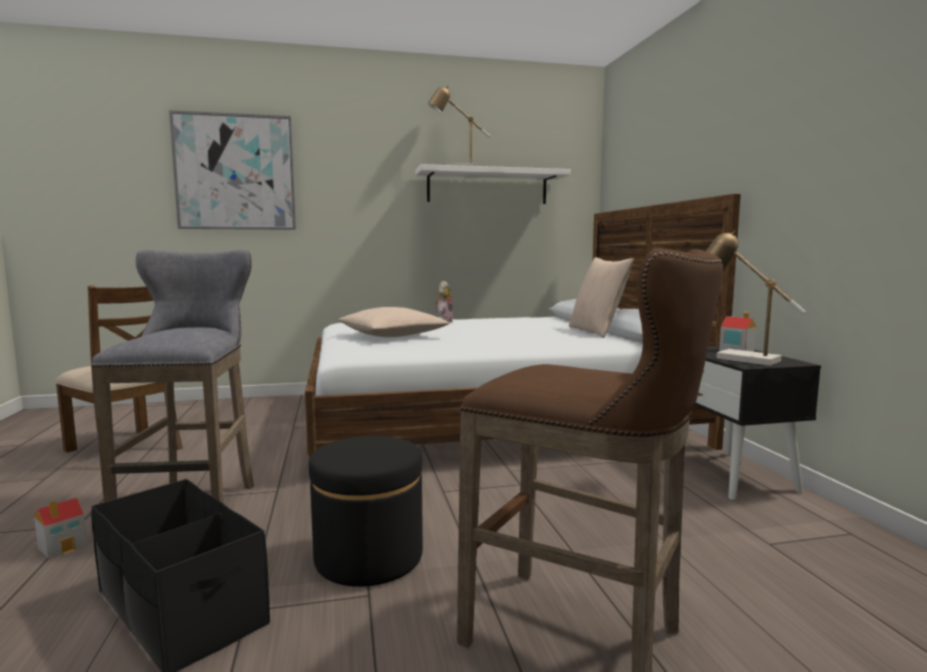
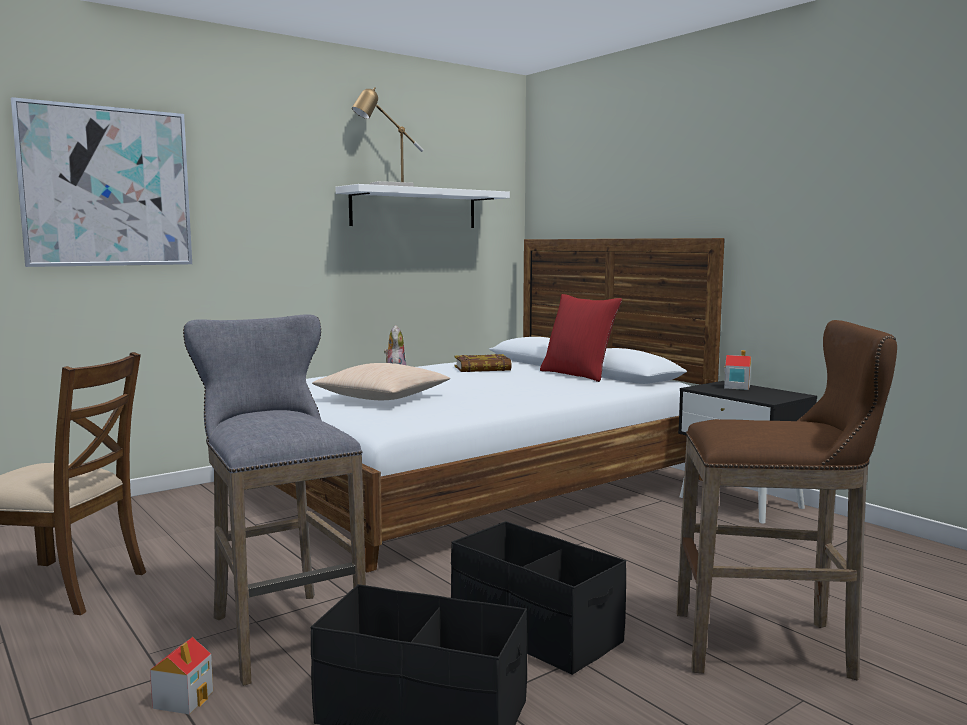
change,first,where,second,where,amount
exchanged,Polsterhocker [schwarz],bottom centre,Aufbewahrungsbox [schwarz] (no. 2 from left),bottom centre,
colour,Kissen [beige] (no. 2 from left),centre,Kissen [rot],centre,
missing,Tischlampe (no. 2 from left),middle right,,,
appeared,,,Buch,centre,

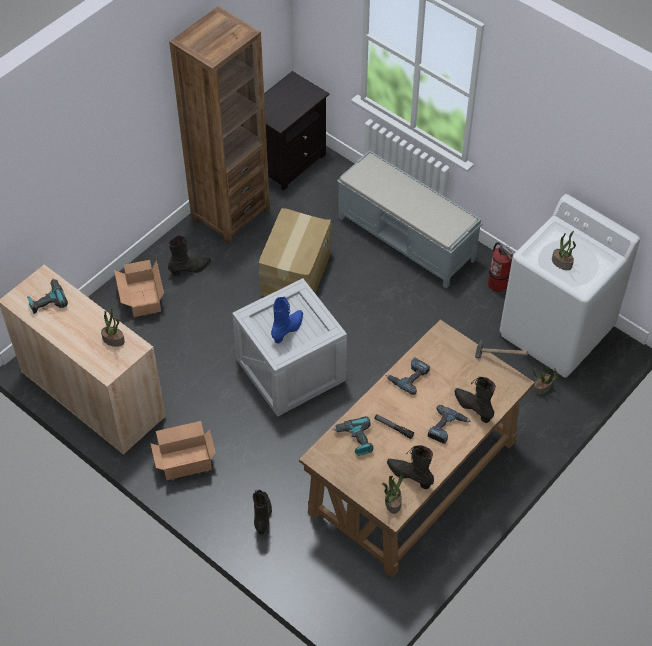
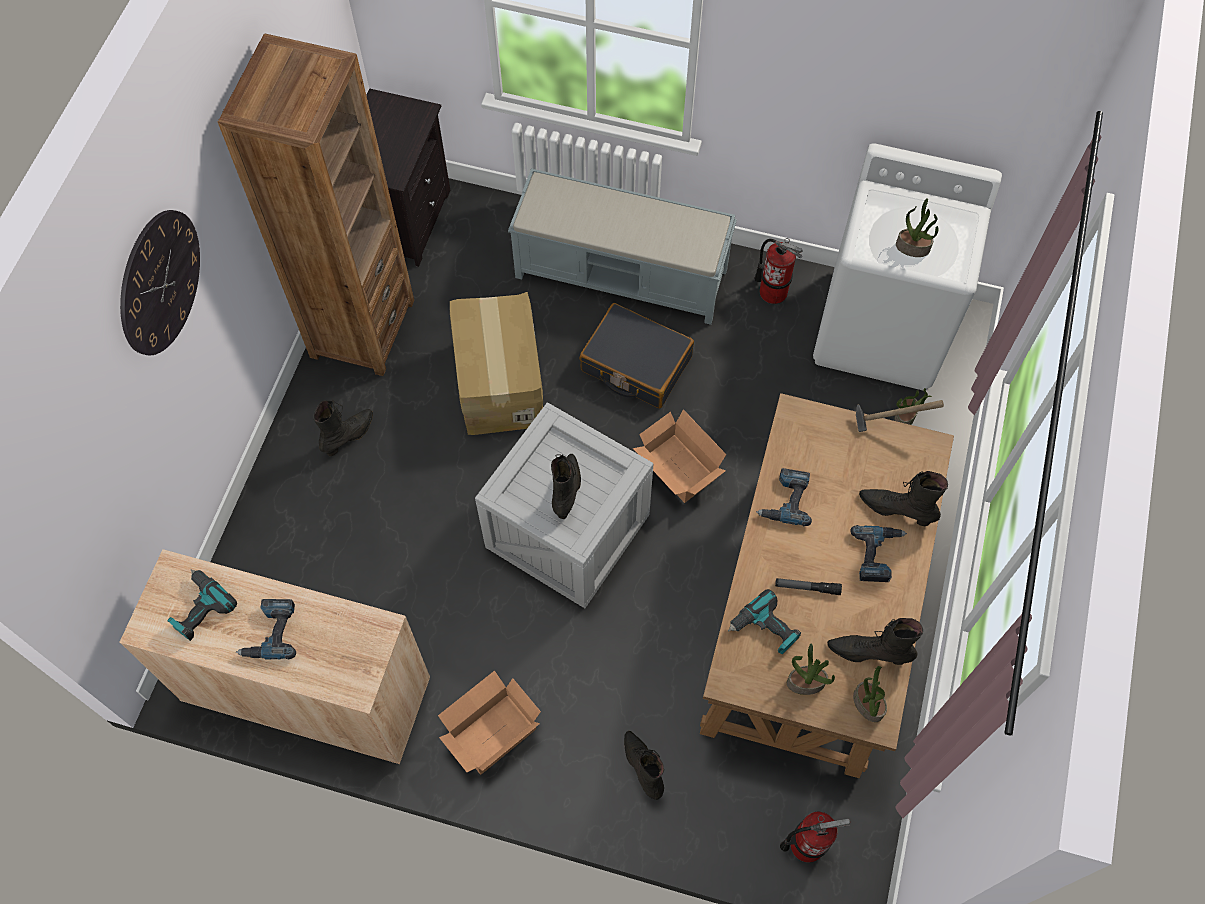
change,first,where,second,where,amount
relocated,Topfpflanze (no. 1 from left),middle left,,bottom right,
relocated,Karton (no. 1 from left in the first image),middle left,Karton (no. 3 from left),centre,
colour,Stiefel [blau],centre,Stiefel [schwarz] (no. 2 from left),centre,
appeared,,,Wanduhr,top left,
appeared,,,Bohrmaschine (no. 2 from left),bottom left,
appeared,,,Koffer [schwarz],centre,
appeared,,,Feuerlöscher (no. 2 from left),bottom right,

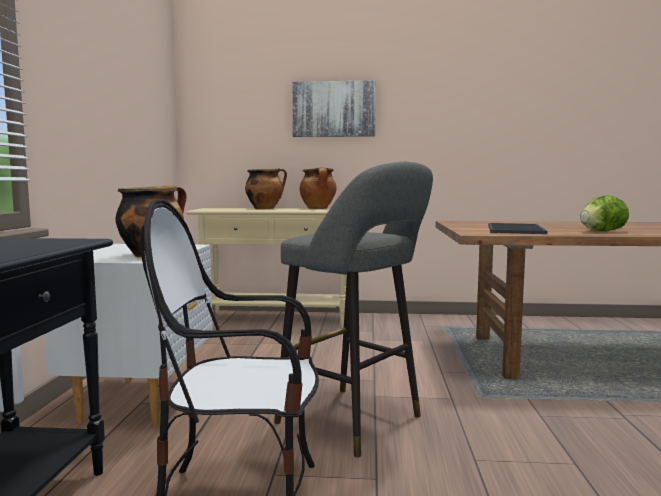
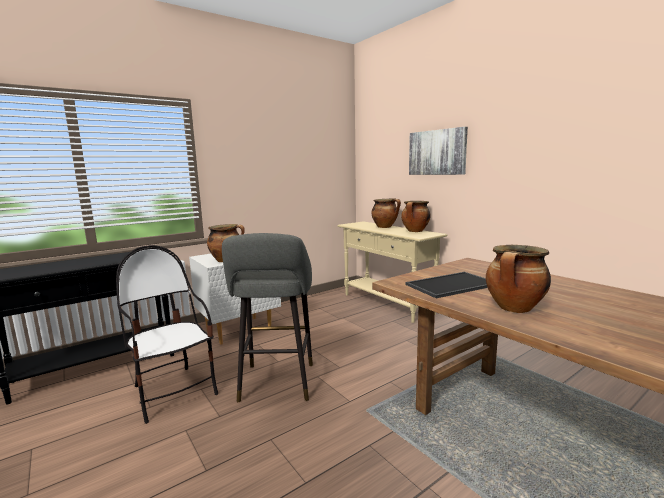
change,first,where,second,where,amount
exchanged,Salatkopf,middle right,Kochtopf (no. 4 from left),middle right,

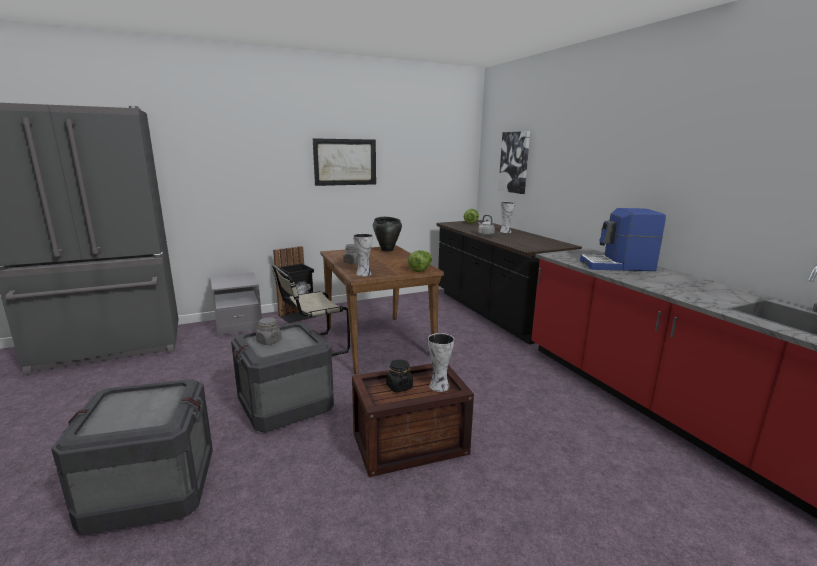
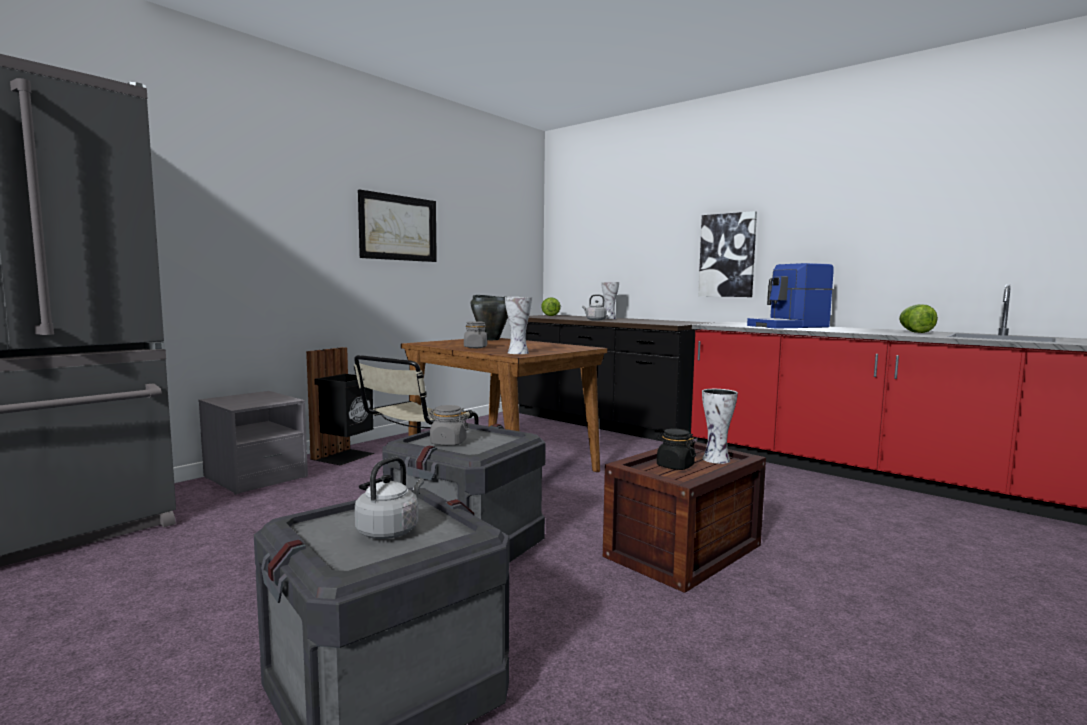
change,first,where,second,where,amount
relocated,Salatkopf (no. 1 from left in the first image),centre,Salatkopf (no. 2 from left),middle right,
relocated,Bild (no. 2 from left),top centre,,middle right,
appeared,,,Wasserkessel [grau] (no. 1 from left),bottom centre,

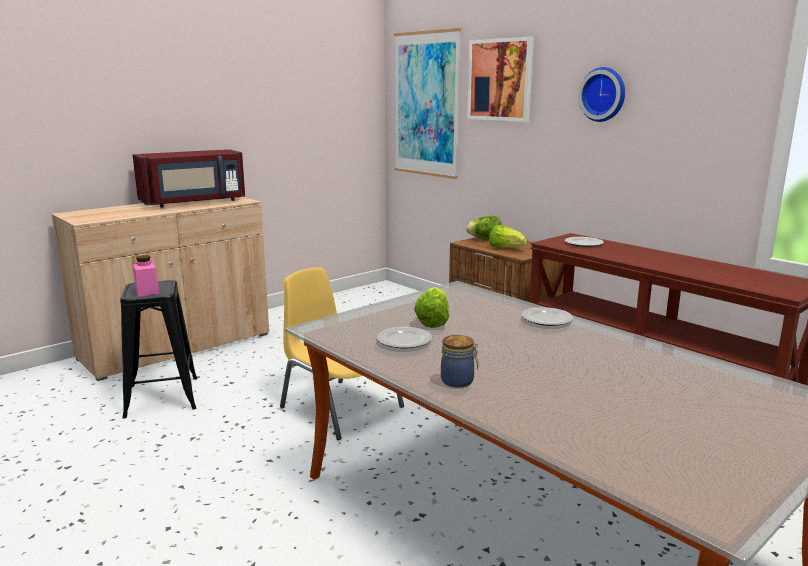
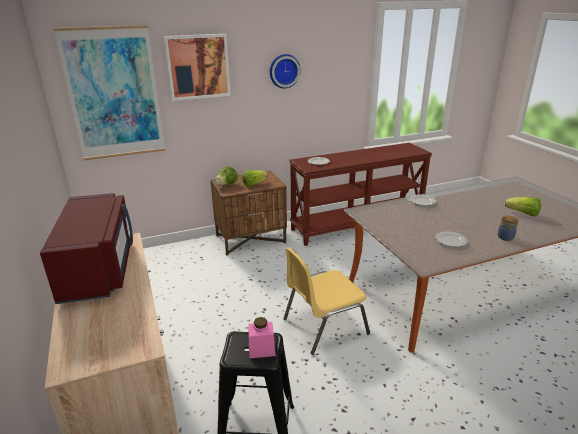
change,first,where,second,where,amount
relocated,Salatkopf (no. 1 from left in the first image),centre,Salatkopf (no. 3 from left),middle right,

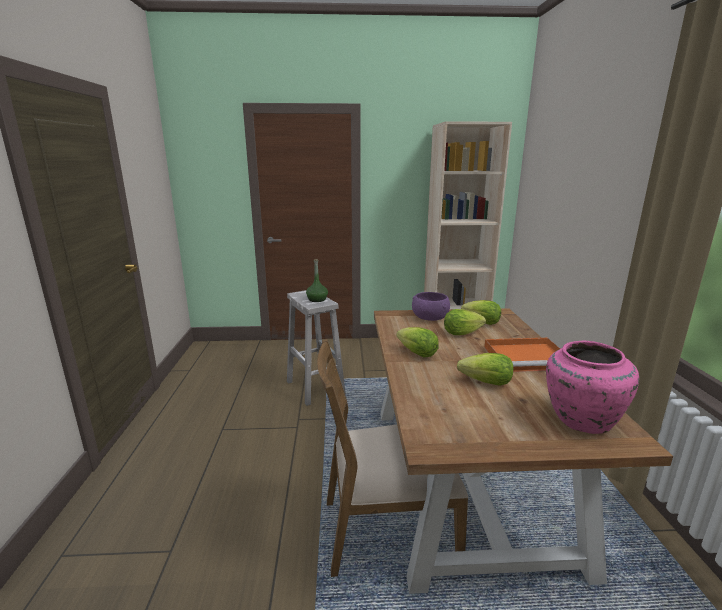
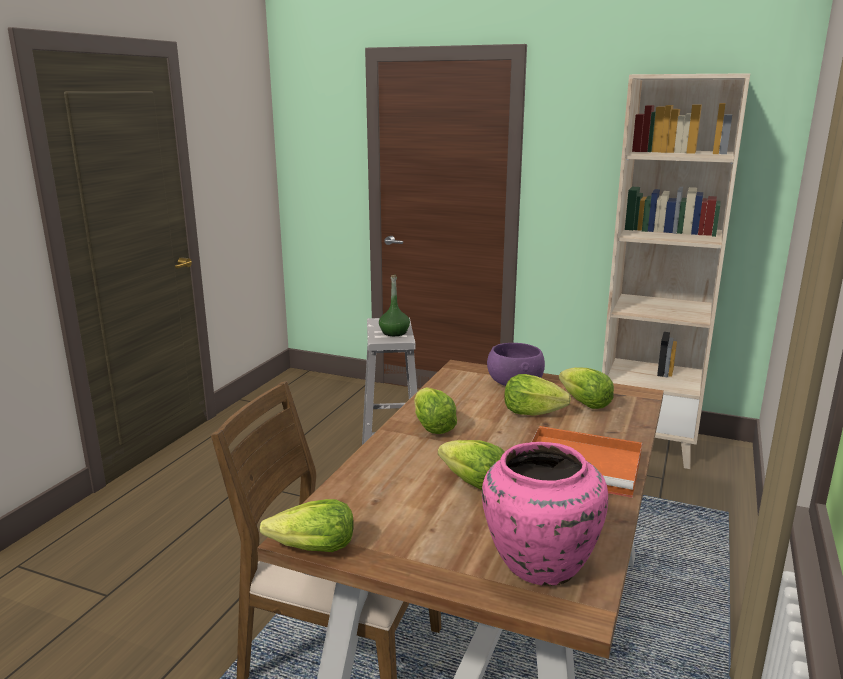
change,first,where,second,where,amount
appeared,,,Salatkopf (no. 1 from left),bottom centre,

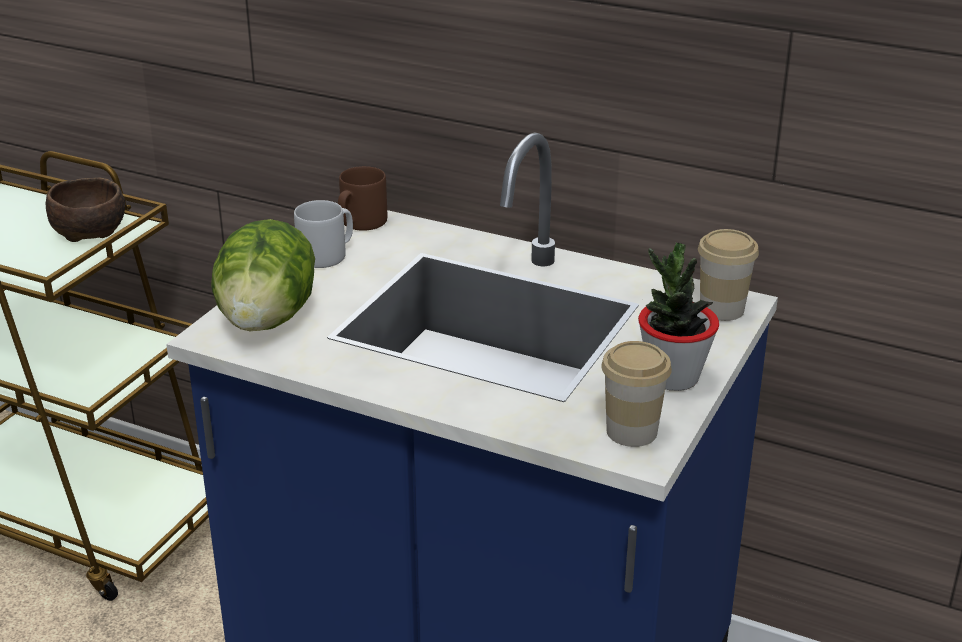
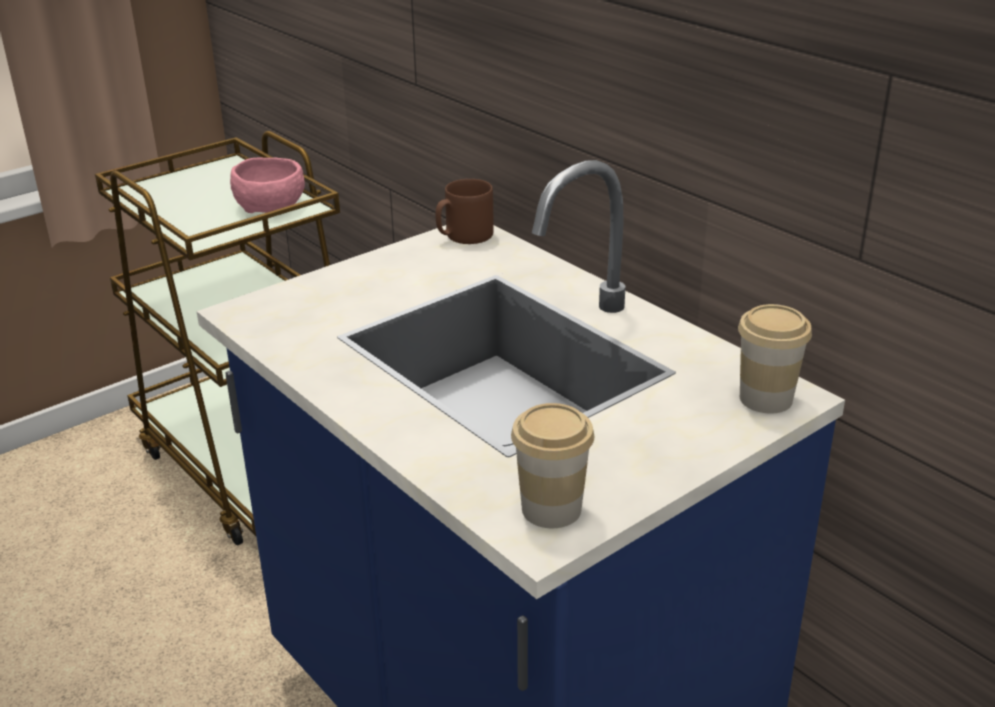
change,first,where,second,where,amount
colour,Schüssel [braun],top left,Schüssel [rosa],top left,
missing,Salatkopf,middle left,,,
missing,Henkelbecher [grau],centre,,,
missing,Topfpflanze,middle right,,,

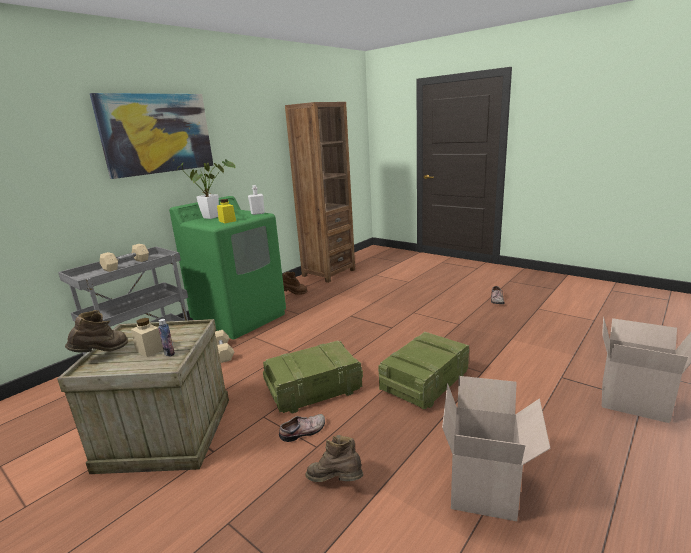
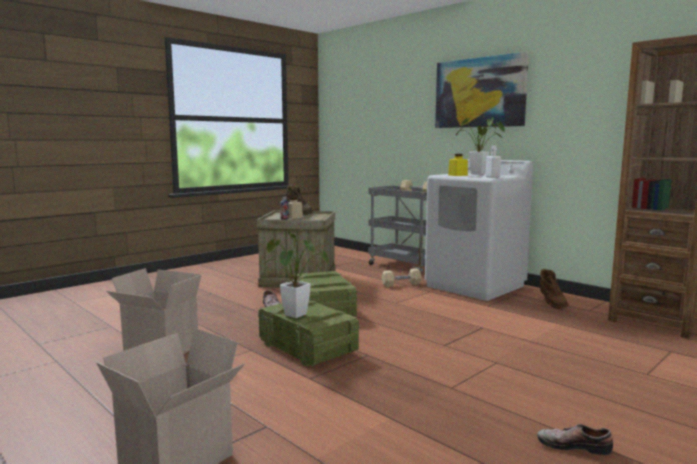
change,first,where,second,where,amount
colour,Waschmaschine [grün],middle left,Waschmaschine [weiß],middle right,
missing,Stiefel [braun] (no. 3 from left),bottom centre,,,
appeared,,,Topfpflanze (no. 1 from left),centre,

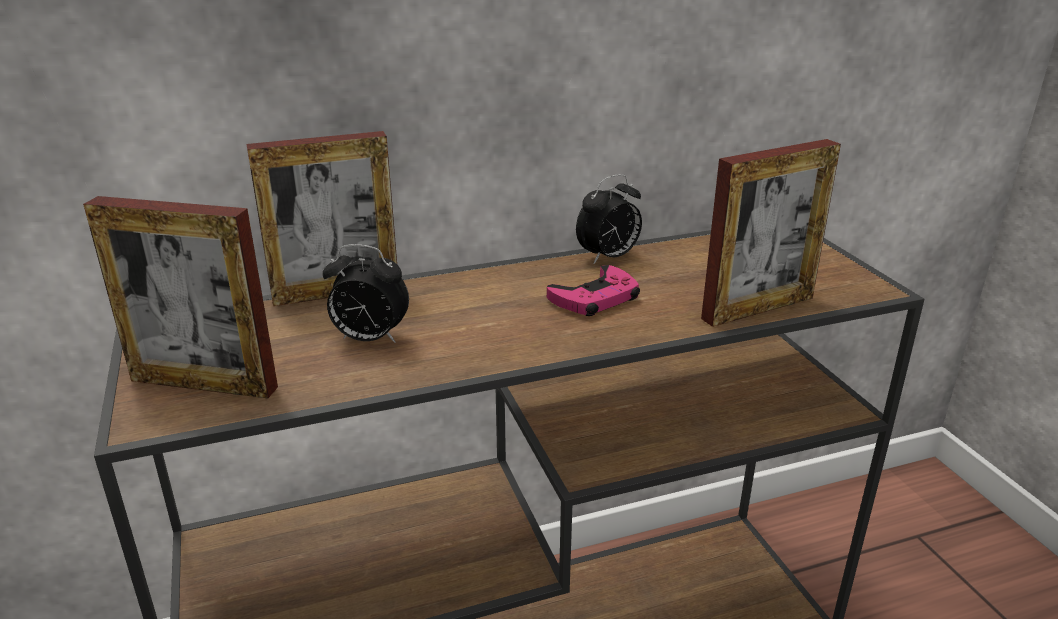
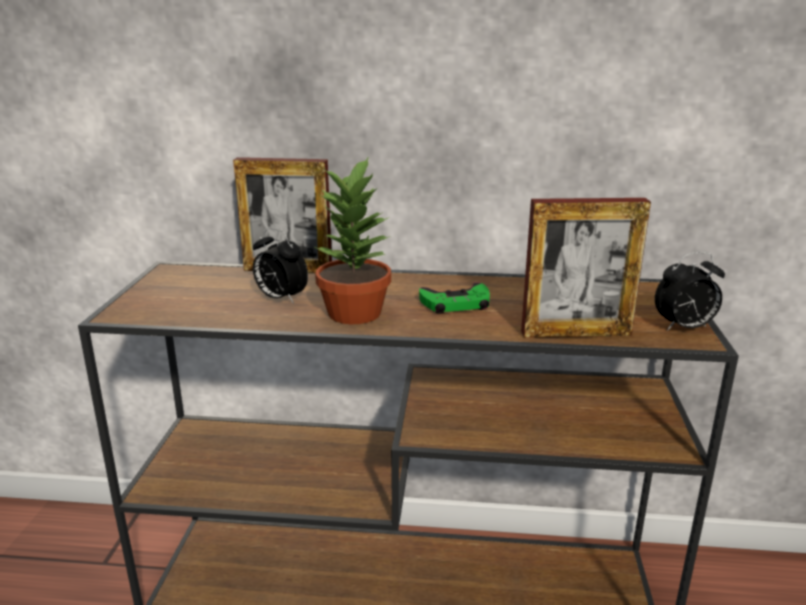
change,first,where,second,where,amount
missing,Bilderrahmen (no. 1 from left),middle left,,,
colour,Gamepad [rosa],centre,Gamepad [grün],centre,
relocated,Wecker (no. 2 from left),centre,,middle right,
appeared,,,Topfpflanze,centre,

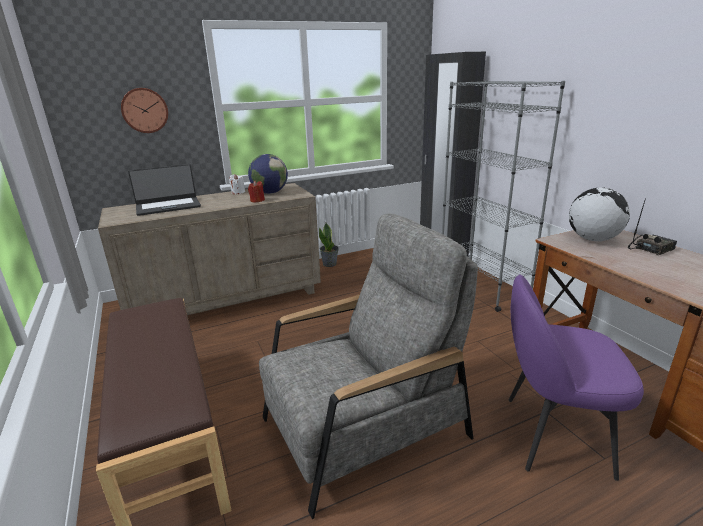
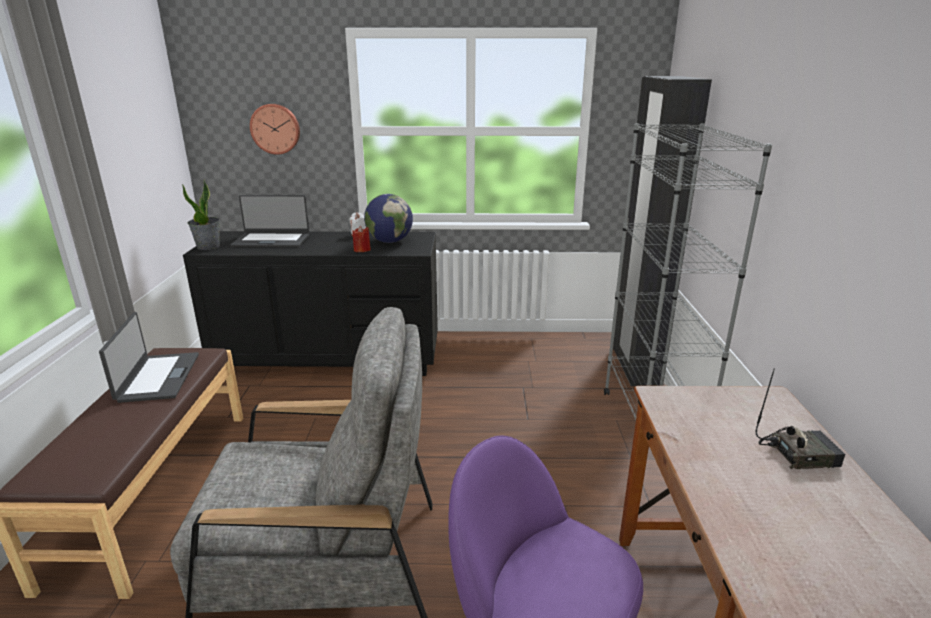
change,first,where,second,where,amount
colour,Kommode [beige],middle left,Kommode [schwarz],middle left,
relocated,Topfpflanze,centre,,middle left,
missing,Globus (no. 2 from left),middle right,,,
appeared,,,Laptop (no. 1 from left),middle left,

